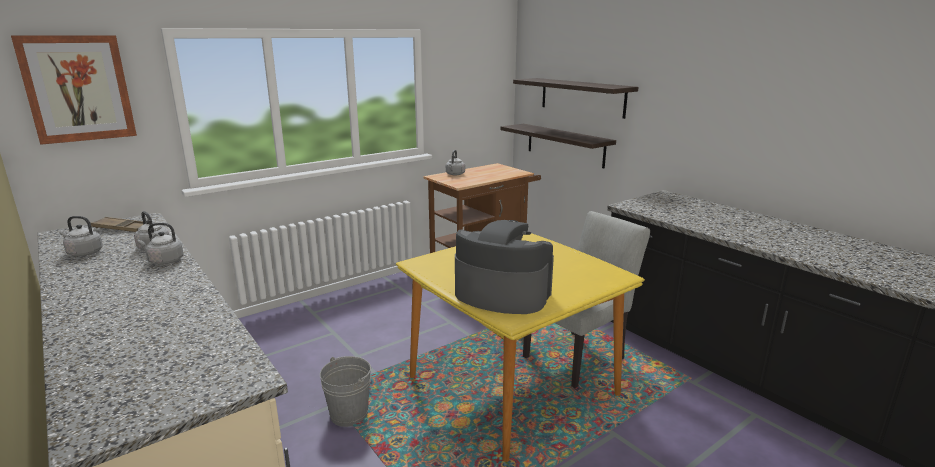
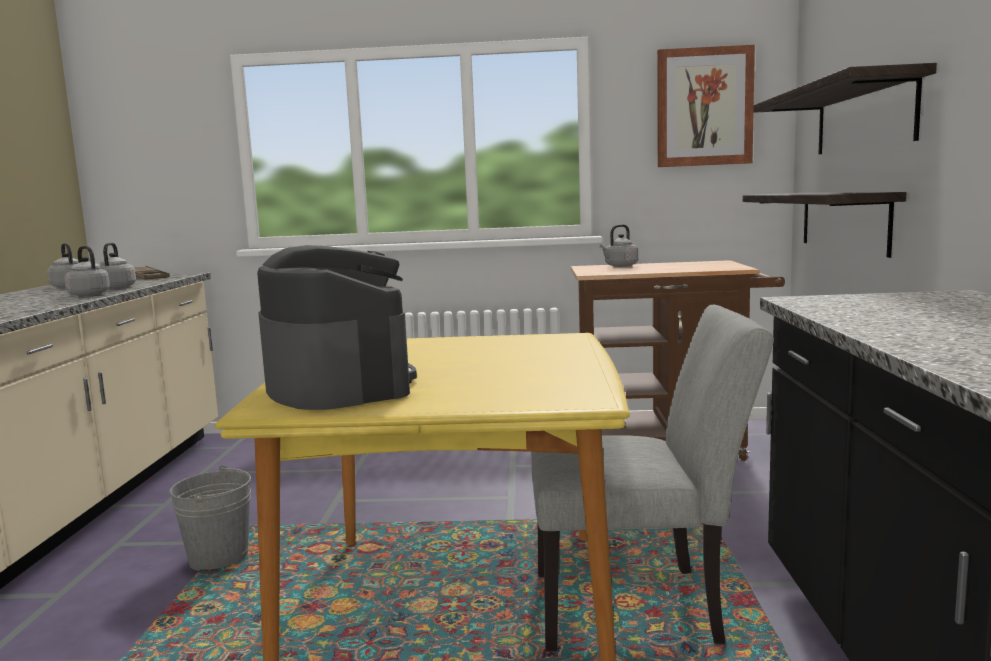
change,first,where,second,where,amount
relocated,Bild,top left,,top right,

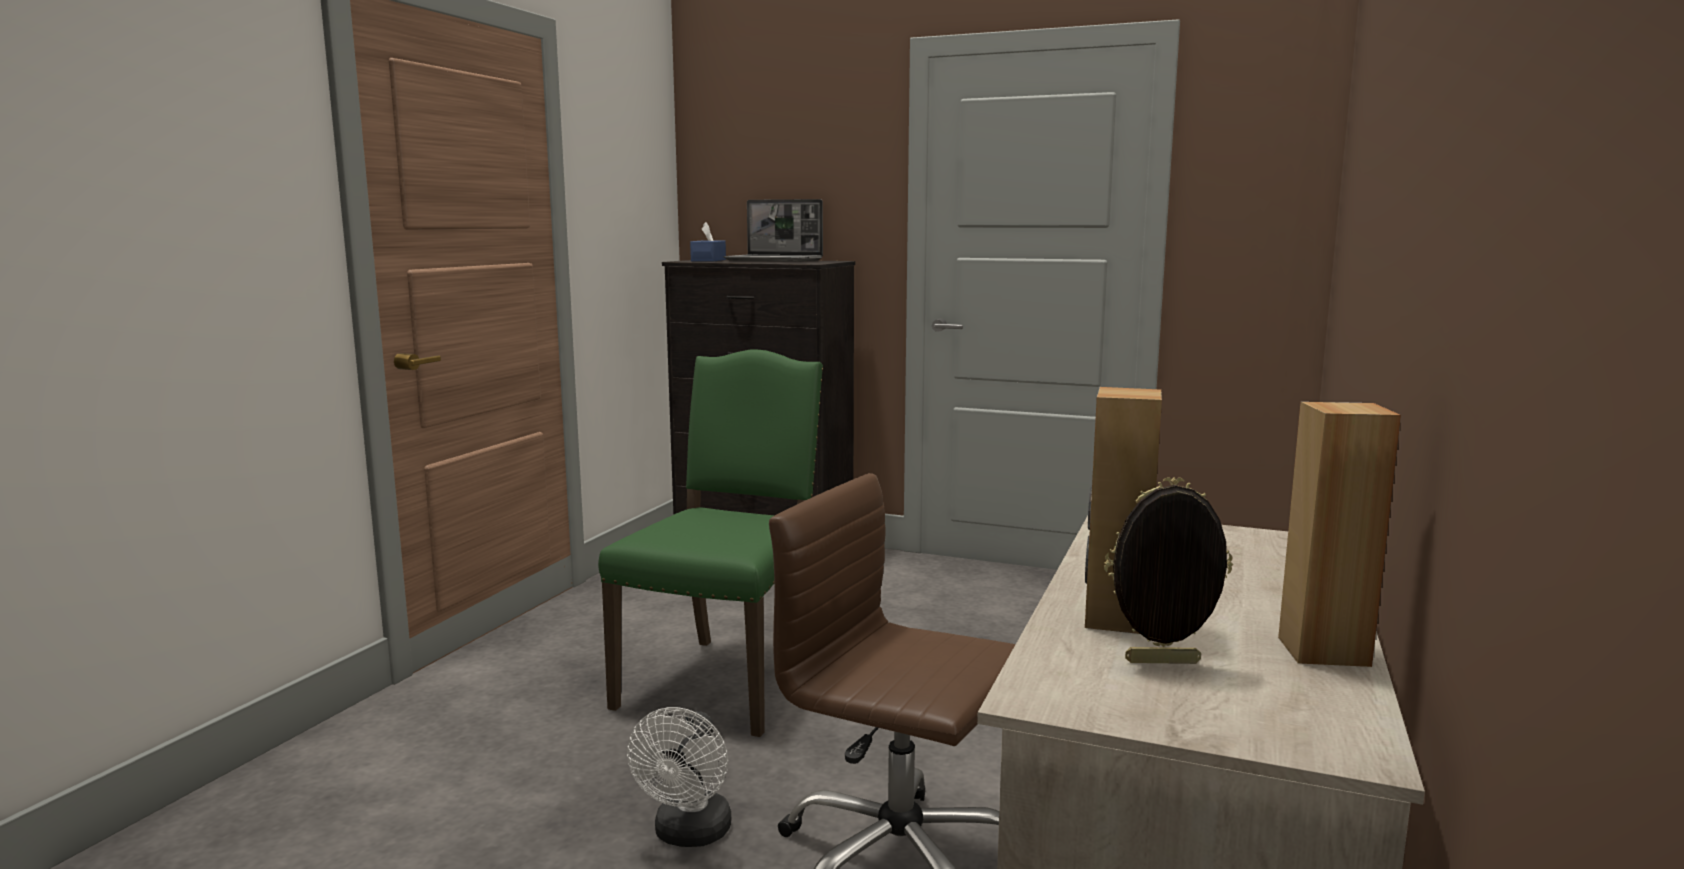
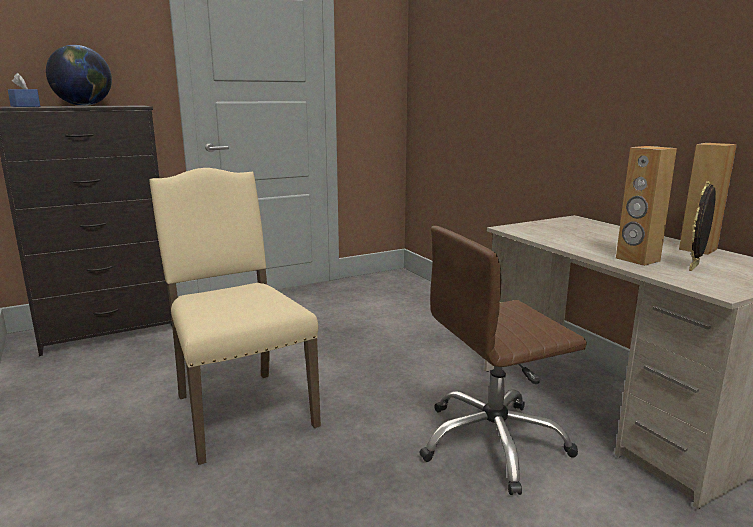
change,first,where,second,where,amount
colour,Stuhl [grün],centre,Stuhl [beige],middle left,
missing,Ventilator [weiß],bottom centre,,,
exchanged,Laptop,top centre,Globus,top left,

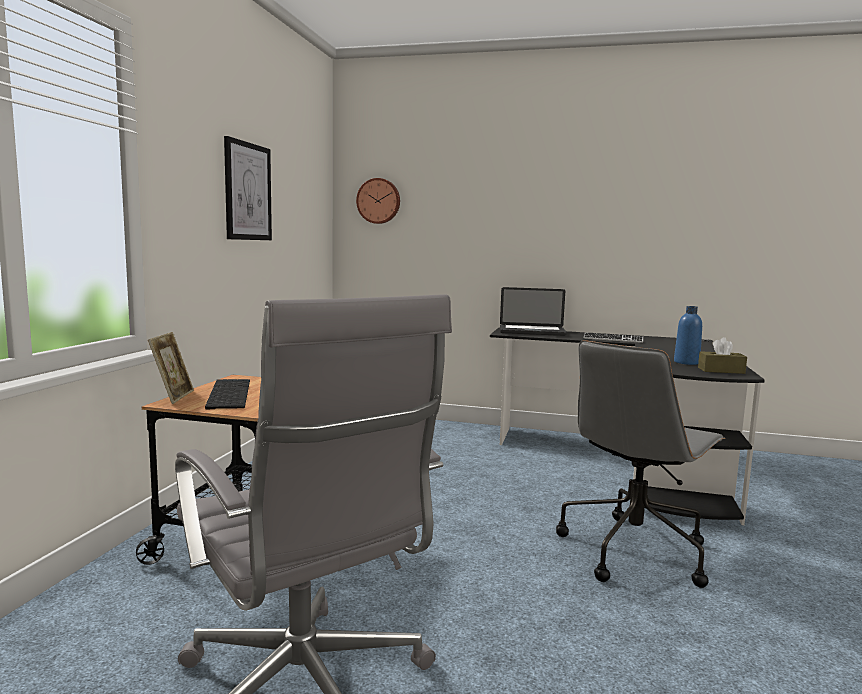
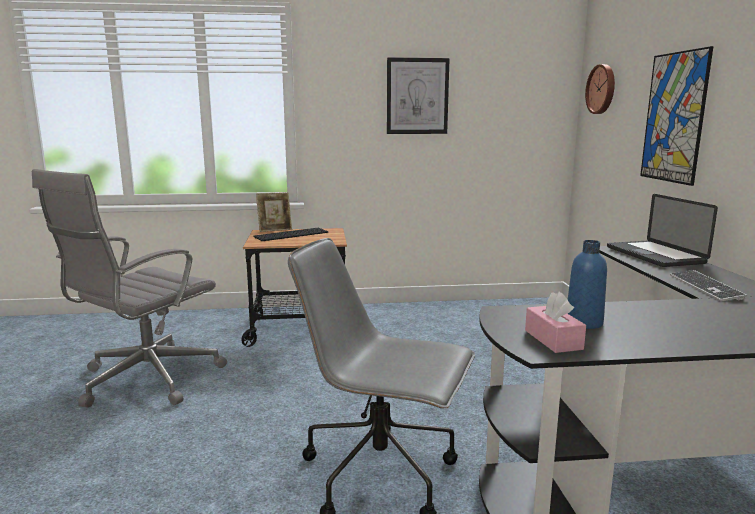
change,first,where,second,where,amount
colour,Taschentuchbox [braun],middle right,Taschentuchbox [rosa],middle right,
appeared,,,Bild (no. 2 from left),top right,

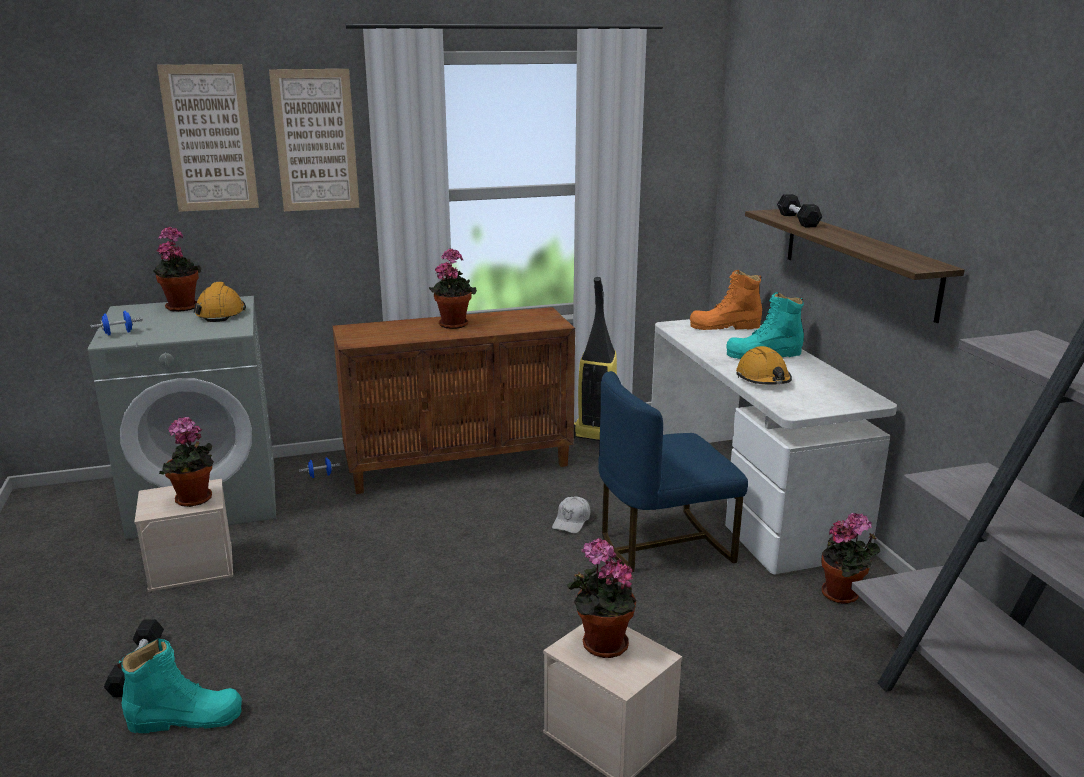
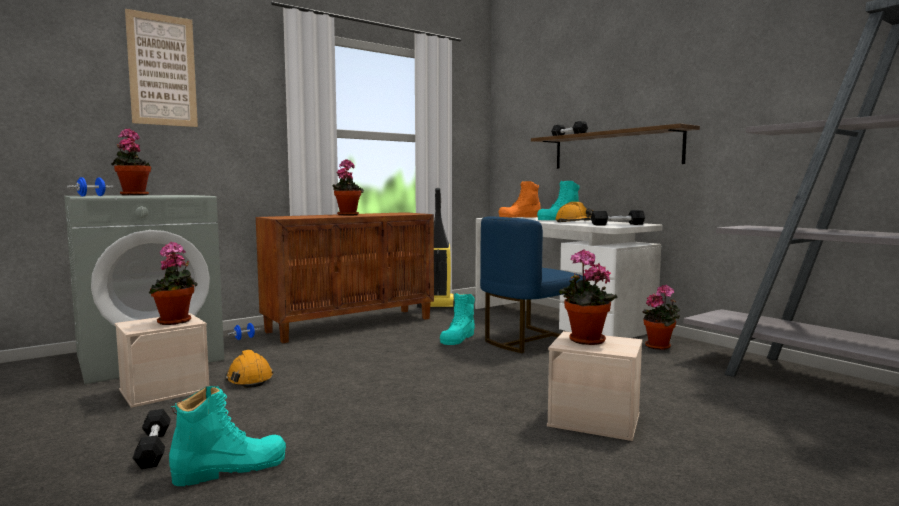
change,first,where,second,where,amount
relocated,Schutzhelm [orange] (no. 1 from left),middle left,,bottom left,
missing,Bild (no. 2 from left),top left,,,
exchanged,Kappe [weiß],centre,Stiefel [türkis] (no. 2 from left),centre,
appeared,,,Hantel [schwarz] (no. 3 from left),middle right,

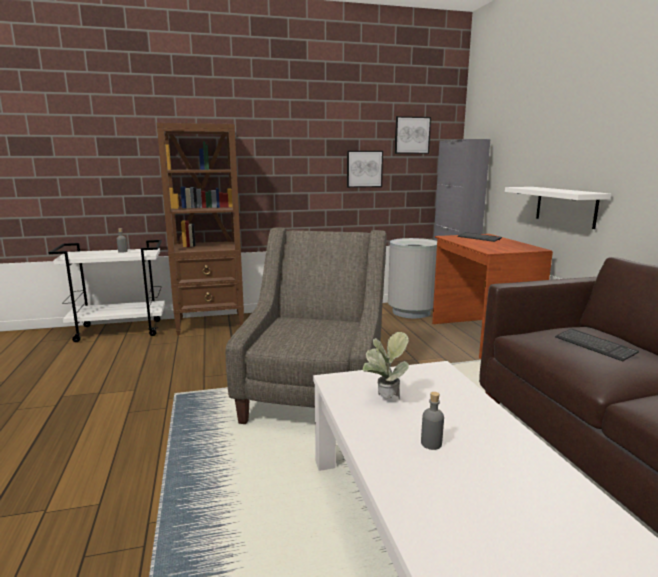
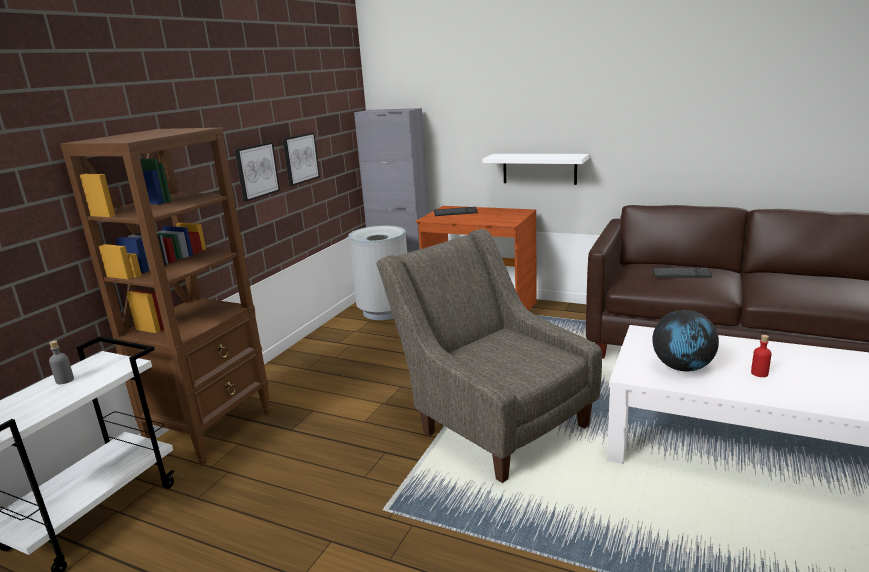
change,first,where,second,where,amount
exchanged,Topfpflanze,centre,Globus,middle right,
relocated,Bild (no. 2 from left in the first image),top centre,Bild (no. 1 from left),top left,
colour,Flasche [grau] (no. 2 from left),bottom centre,Flasche [rot],middle right,

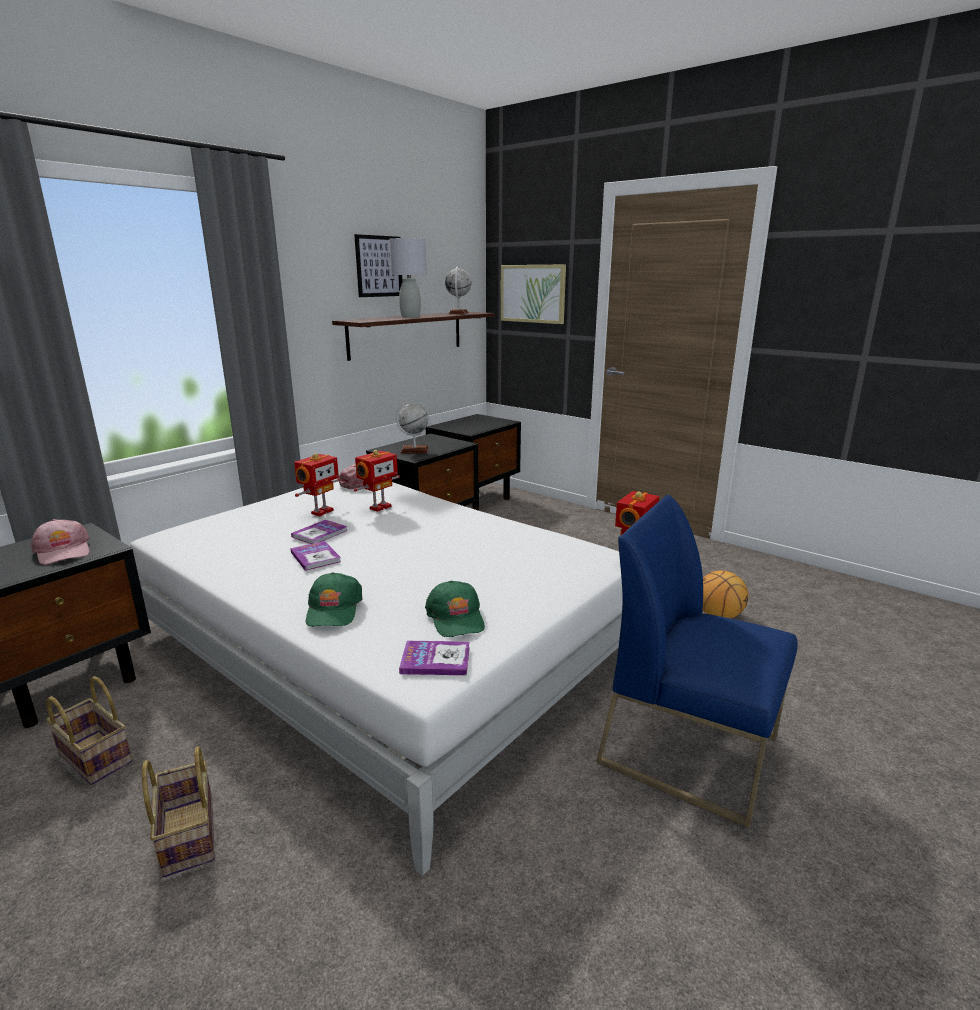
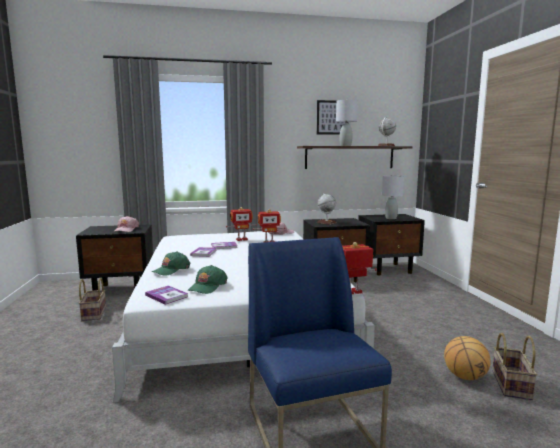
change,first,where,second,where,amount
relocated,Korb (no. 2 from left),bottom left,,bottom right,
missing,Bild (no. 2 from left),top centre,,,
appeared,,,Tischlampe [grau] (no. 2 from left),middle right,

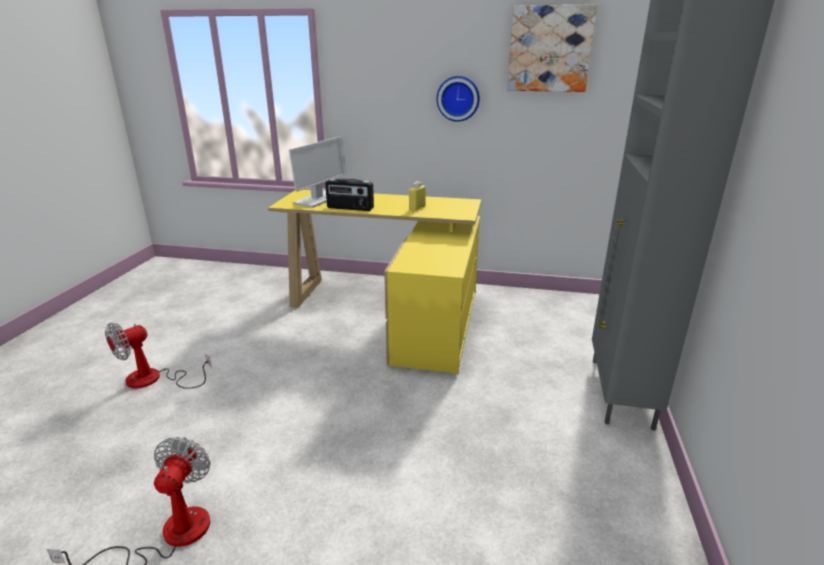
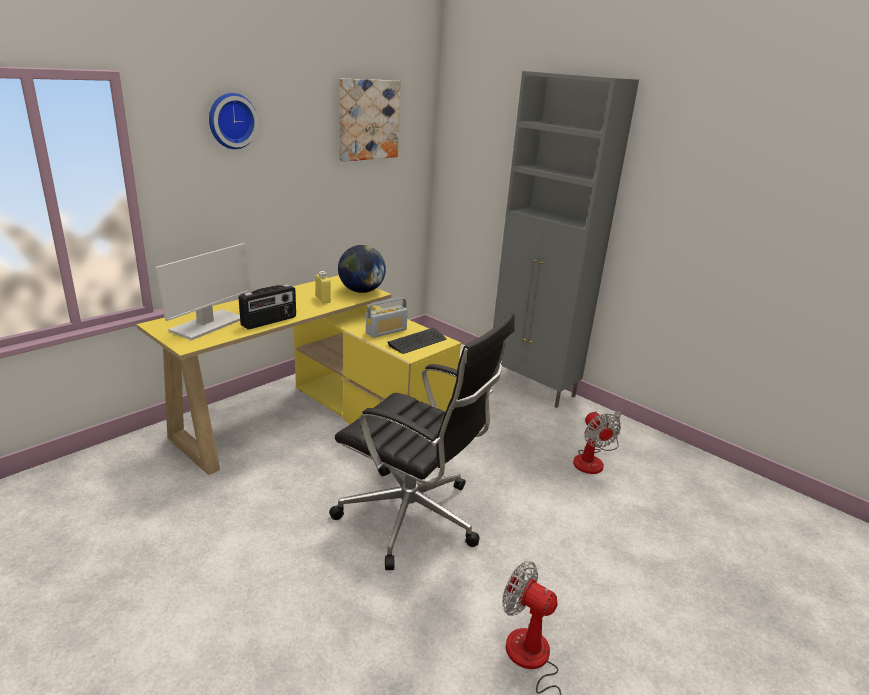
change,first,where,second,where,amount
relocated,Ventilator (no. 2 from left),middle left,,middle right,
spun,Monitor,top centre,,middle left,60 degrees clockwise
relocated,Wanduhr,top centre,,top left,
appeared,,,Bürostuhl [schwarz],centre,
appeared,,,Globus,centre,
appeared,,,Radio (no. 2 from left),centre,
appeared,,,Tastatur,centre,

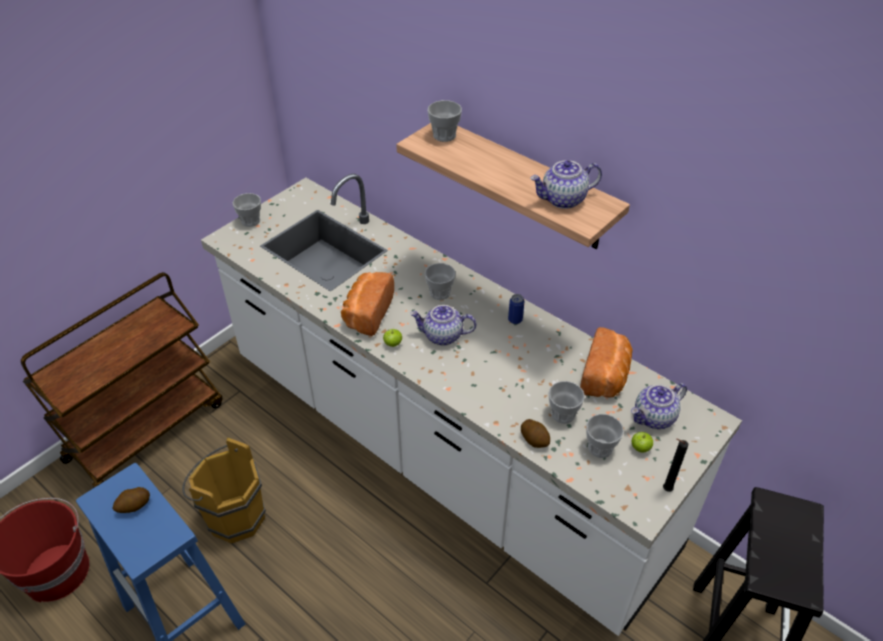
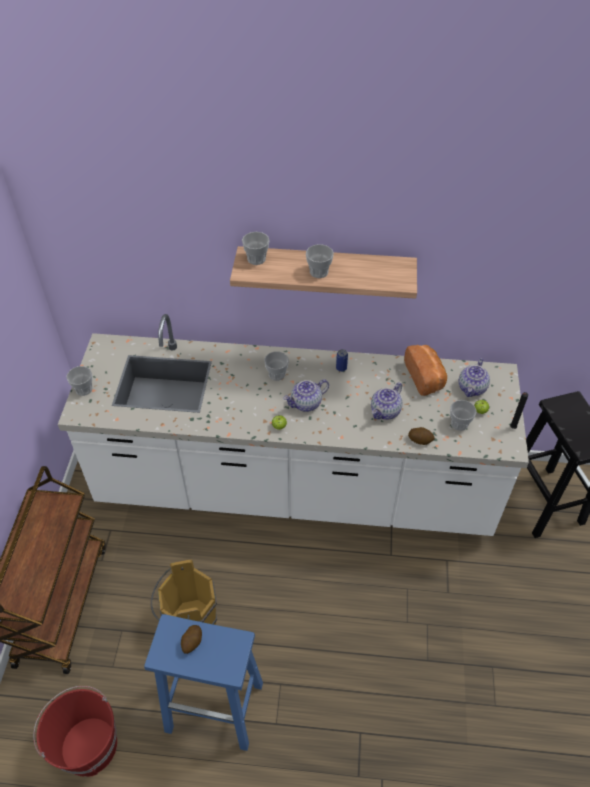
change,first,where,second,where,amount
missing,Brot (no. 1 from left),centre,,,
relocated,Teekanne (no. 2 from left),top centre,,centre,
relocated,Tasse (no. 4 from left),centre,,top centre,

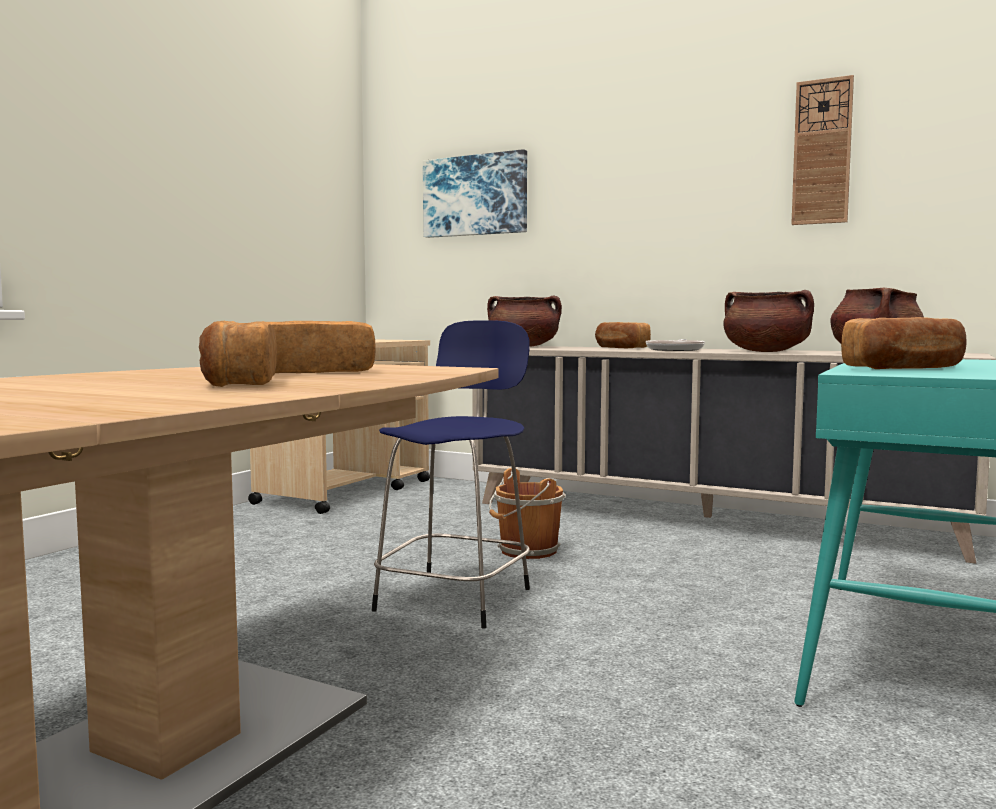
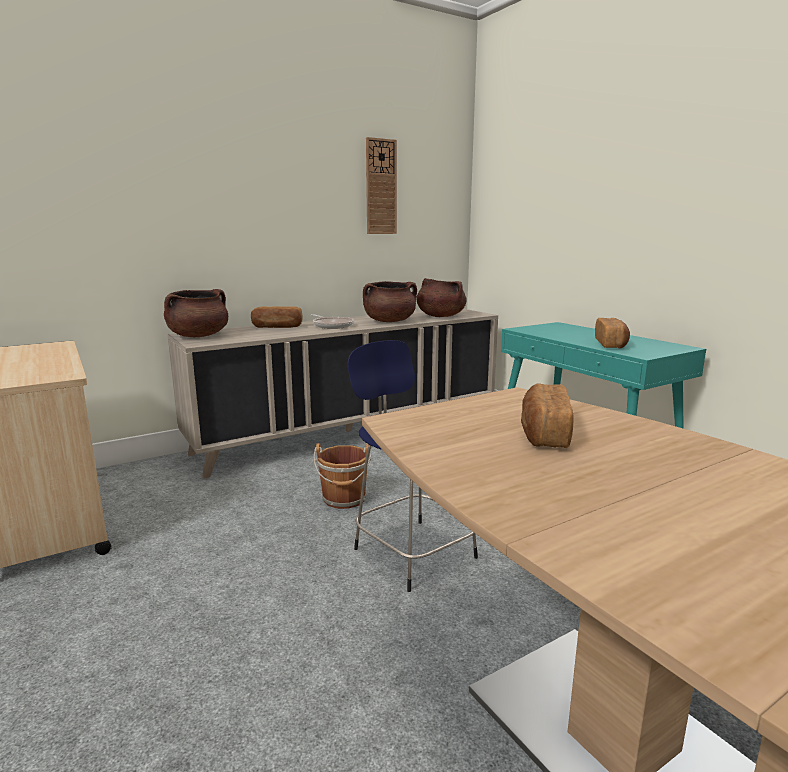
change,first,where,second,where,amount
missing,Brot (no. 1 from left),middle left,,,
missing,Bild,top centre,,,

